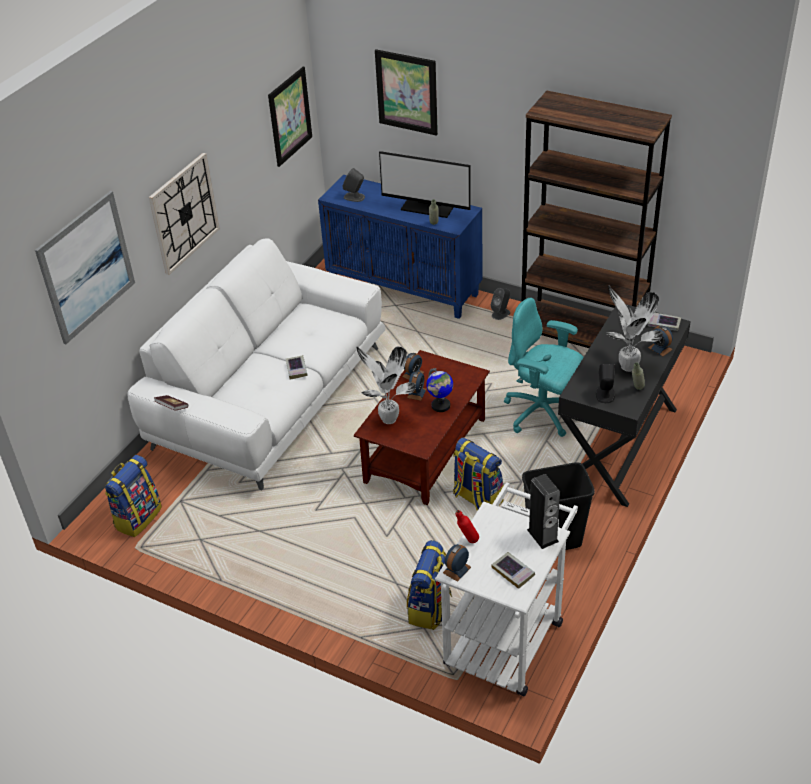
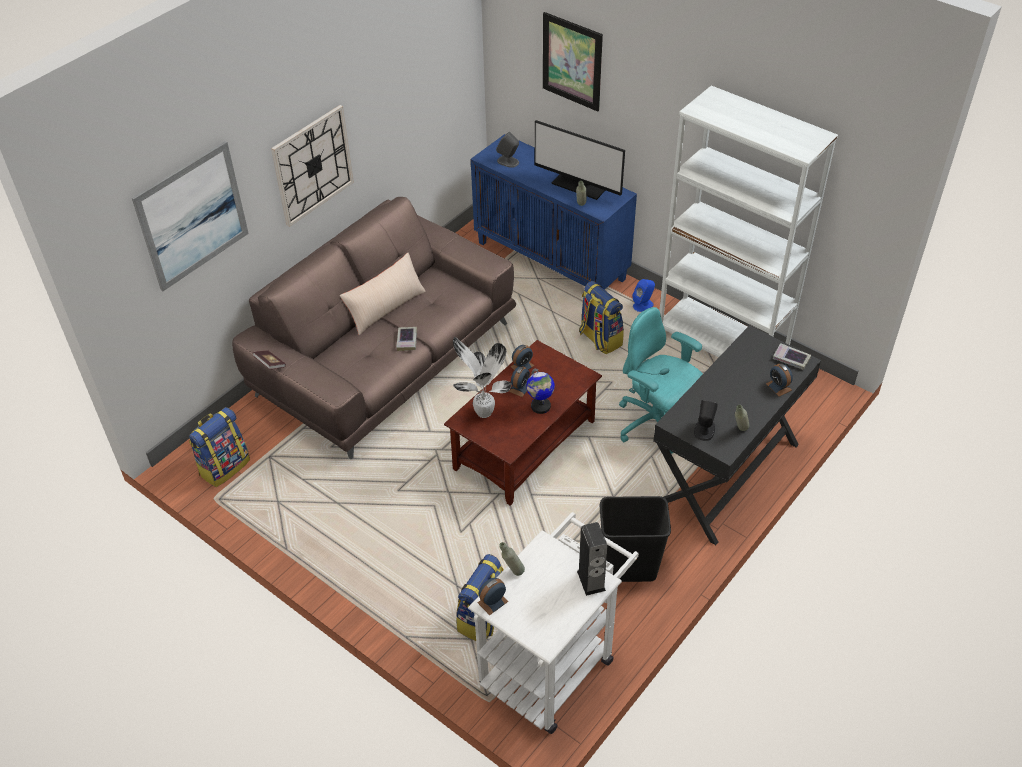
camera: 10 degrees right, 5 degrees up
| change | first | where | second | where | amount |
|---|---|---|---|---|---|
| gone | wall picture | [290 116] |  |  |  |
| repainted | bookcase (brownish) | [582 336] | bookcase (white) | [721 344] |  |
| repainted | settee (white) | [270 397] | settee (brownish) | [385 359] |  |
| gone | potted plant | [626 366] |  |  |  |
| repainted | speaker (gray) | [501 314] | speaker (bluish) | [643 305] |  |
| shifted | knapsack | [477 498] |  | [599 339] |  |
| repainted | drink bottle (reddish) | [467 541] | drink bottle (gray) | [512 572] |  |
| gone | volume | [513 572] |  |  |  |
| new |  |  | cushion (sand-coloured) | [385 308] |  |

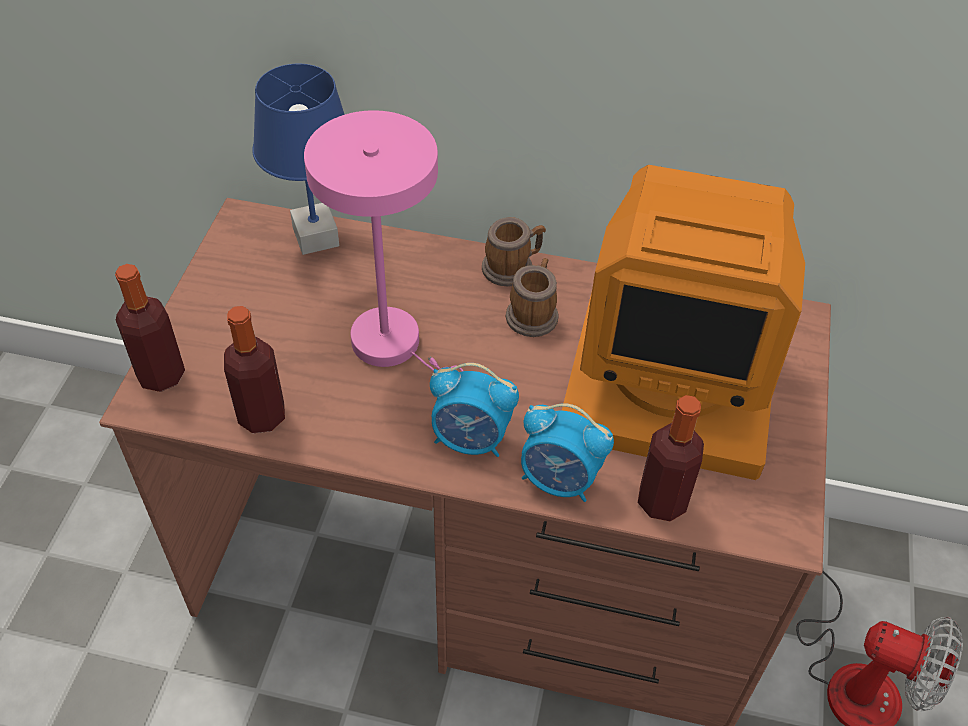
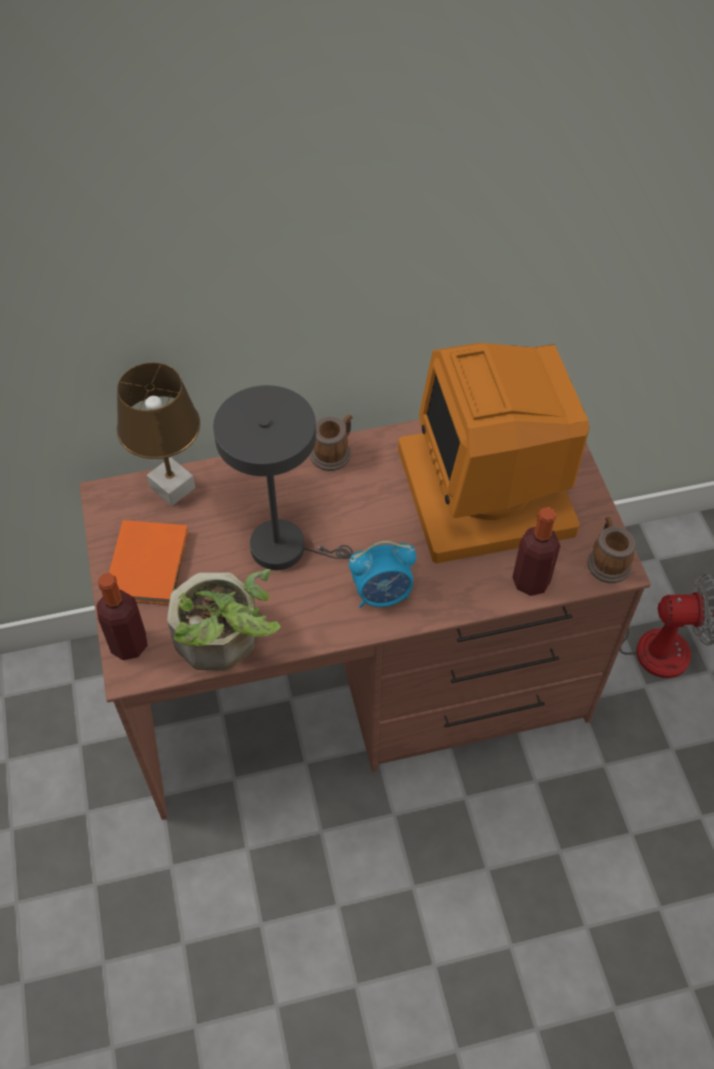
camera: 25 degrees left, 5 degrees up
| change | first | where | second | where | amount |
|---|---|---|---|---|---|
| repainted | tabletop lamp (bluish) | [316 237] | tabletop lamp (brownish) | [173 487] |  |
| repainted | tabletop lamp (pink) | [396 346] | tabletop lamp (gray) | [288 548] |  |
| rotated | computer screen | [671 377] |  | [489 491] | 90 degrees clockwise |
| shifted | coffee mug | [533 313] |  | [607 561] |  |
| swapped | drink bottle | [262 416] | potted plant | [225 642] |  |
| gone | table clock | [559 480] |  |  |  |
| new |  |  | volume (orange) | [149 563] |  |

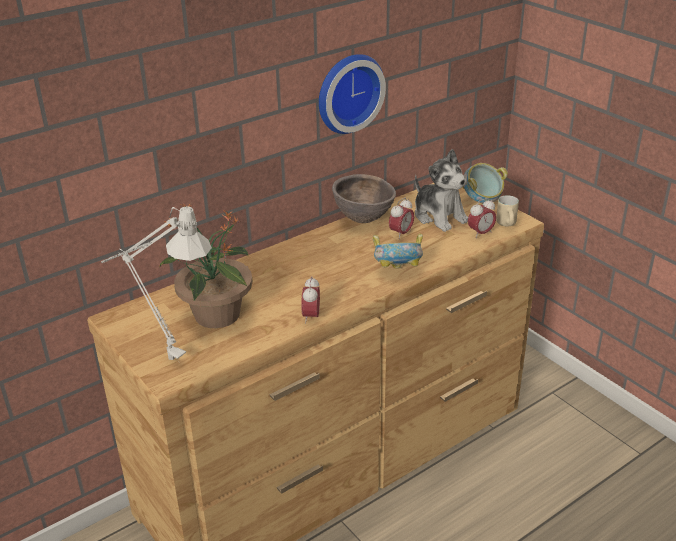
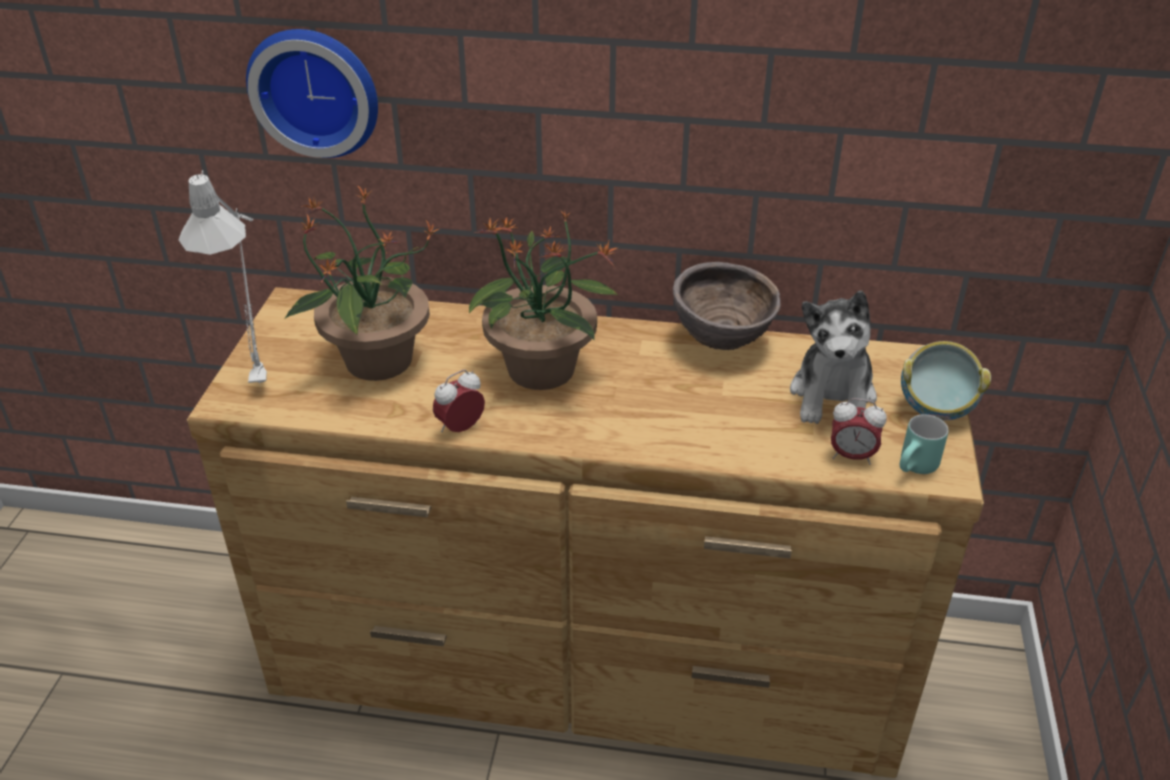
camera: 45 degrees right, 5 degrees up
| change | first | where | second | where | amount |
|---|---|---|---|---|---|
| shifted | wall clock | [347 92] |  | [316 90] |  |
| repainted | coffee mug (sand-coloured) | [508 225] | coffee mug (blue-green) | [916 469] |  |
| gone | table clock | [401 233] |  |  |  |
| gone | bowl | [398 271] |  |  |  |
| new |  |  | potted plant | [542 371] |  |

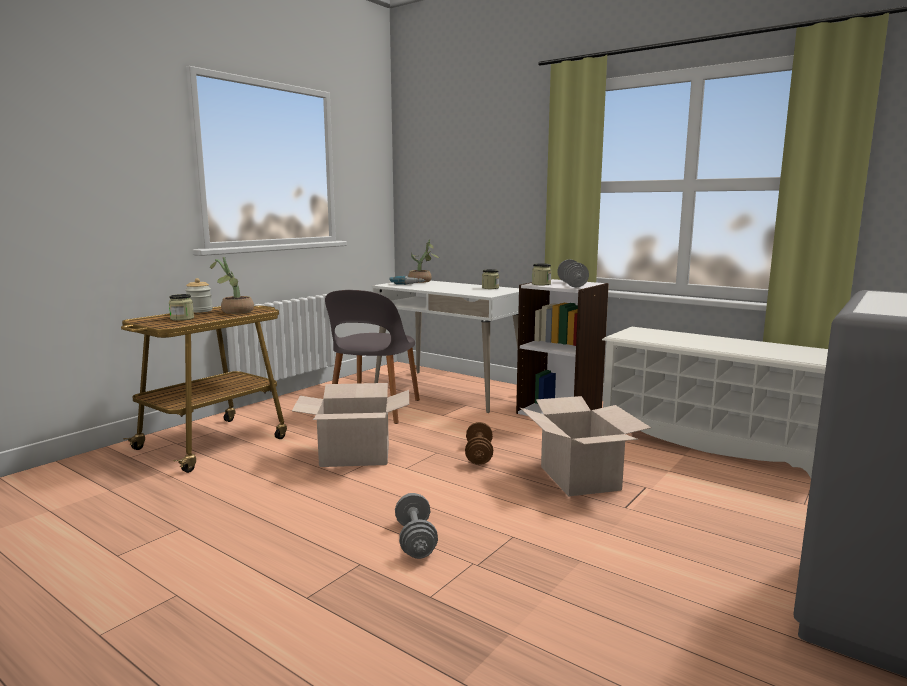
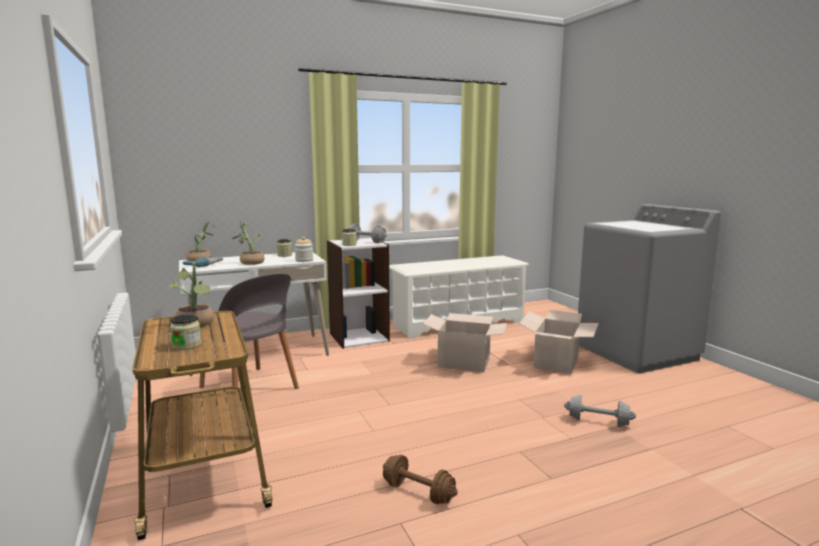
camera: 60 degrees left, 0 degrees up
| change | first | where | second | where | amount |
|---|---|---|---|---|---|
| shifted | jar | [199 311] |  | [304 260] |  |
| shifted | carton | [355 455] |  | [555 362] |  |
| shifted | hand weight (brownish) | [479 455] |  | [418 492] |  |
| shifted | hand weight (gray) | [415 540] |  | [598 422] |  |
| new |  |  | potted plant | [250 262] |  |

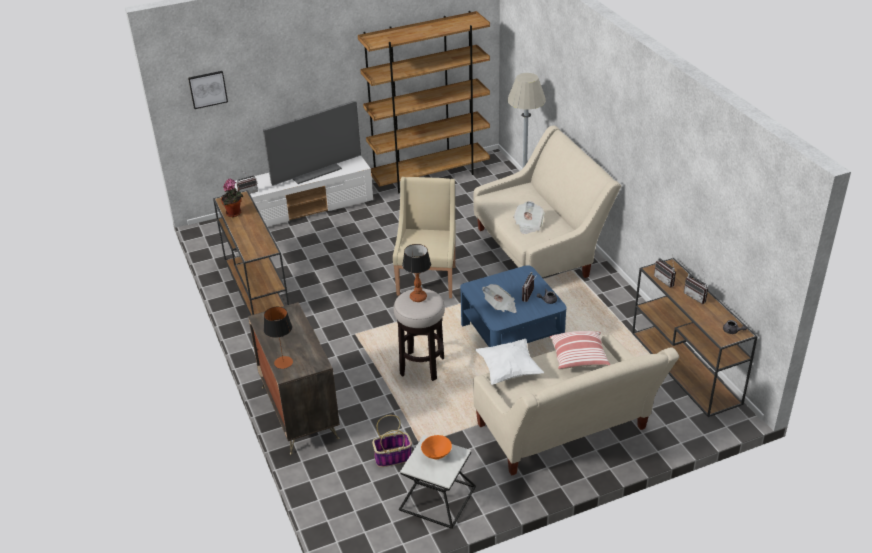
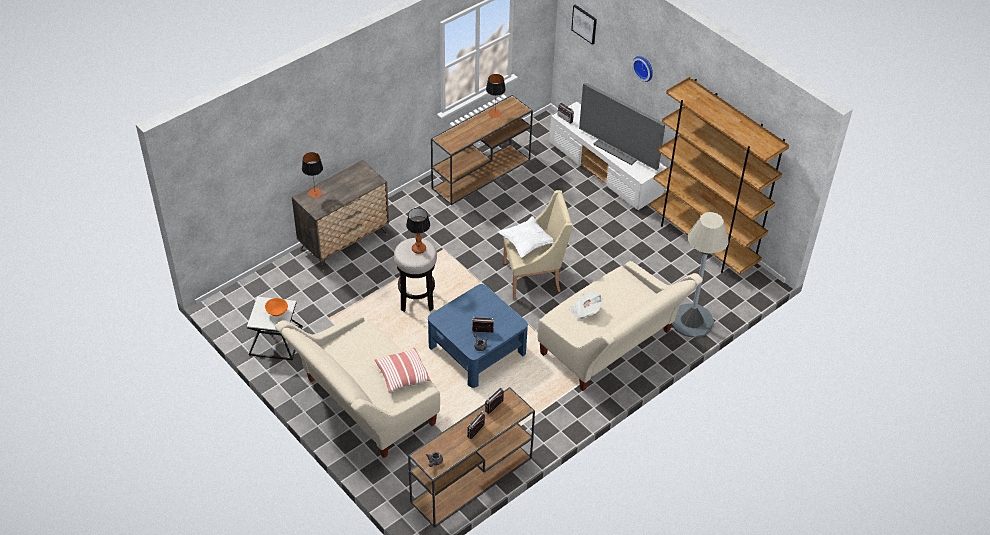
camera: 70 degrees right, 10 degrees up
| change | first | where | second | where | amount |
|---|---|---|---|---|---|
| swapped | potted plant | [234 213] | tabletop lamp | [495 113] |  |
| gone | daily paper | [500 306] |  |  |  |
| shifted | cushion (white) | [508 370] |  | [526 243] |  |
| gone | storage basket | [393 457] |  |  |  |
| new |  |  | wall clock | [644 67] |  |

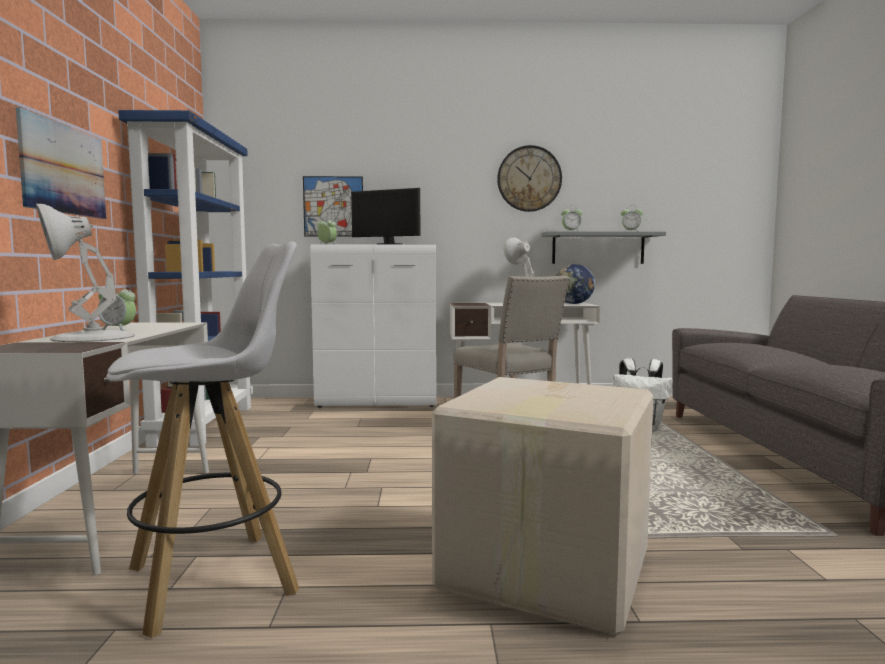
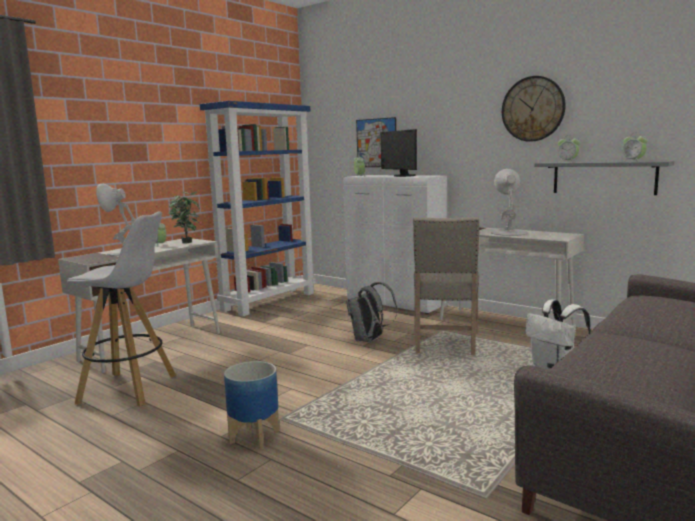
camera: 40 degrees right, 5 degrees up
| change | first | where | second | where | amount |
|---|---|---|---|---|---|
| gone | wall picture | [64 169] |  |  |  |
| gone | globe | [573 303] |  |  |  |
| swapped | carton | [542 568] | planter | [253 437] |  |
| new |  |  | potted plant | [186 242] |  |
| new |  |  | knapsack (gray) | [369 340] |  |

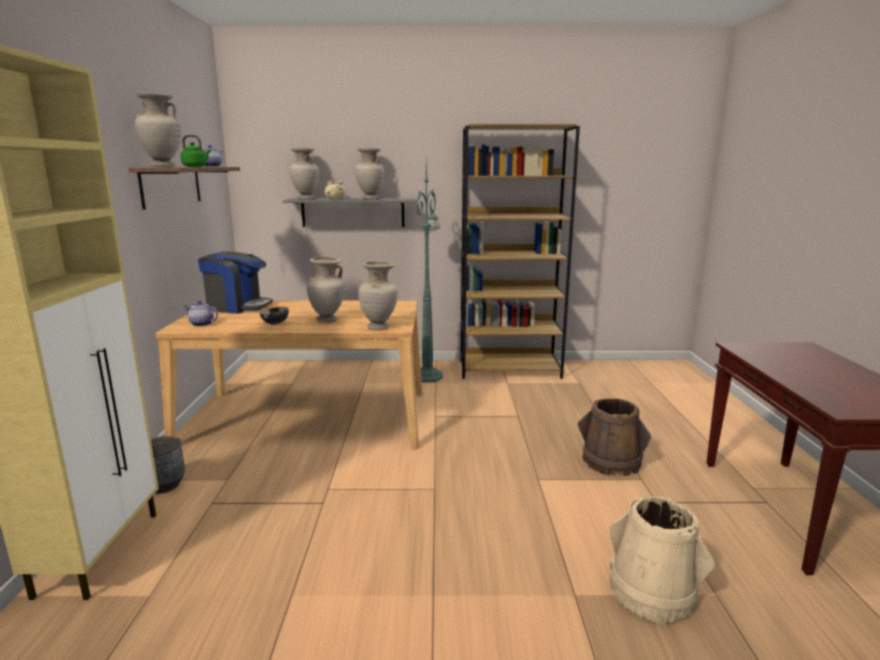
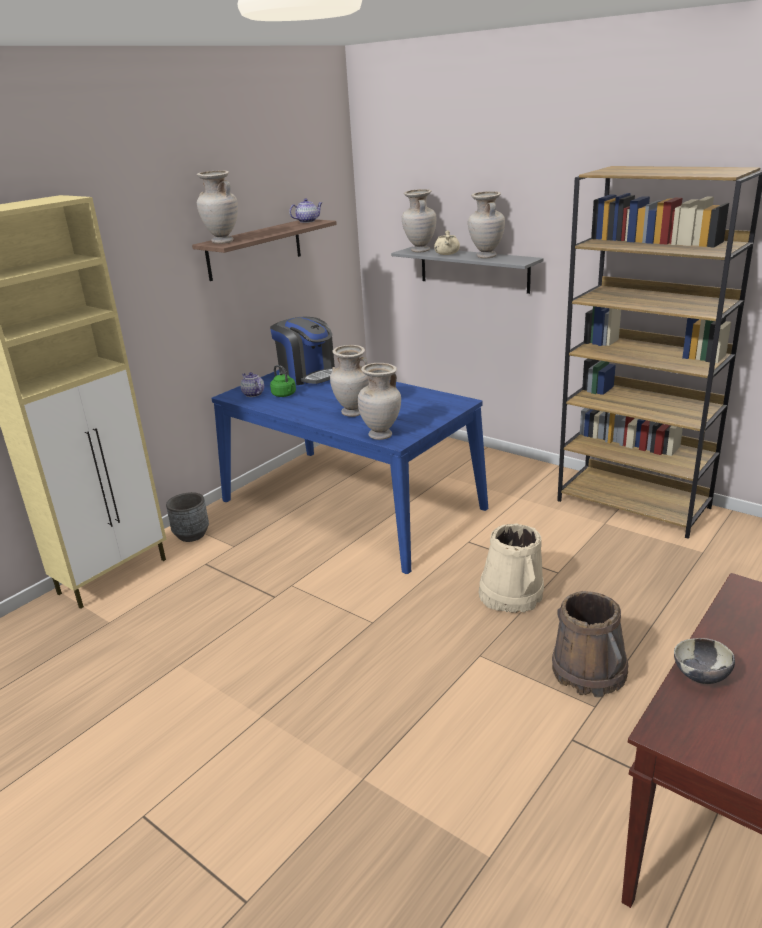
camera: 40 degrees right, 10 degrees up
| change | first | where | second | where | amount |
|---|---|---|---|---|---|
| shifted | water kettle (green) | [196 166] |  | [285 395] |  |
| gone | standing lamp (green) | [428 376] |  |  |  |
| repainted | dinner table (sand-coloured) | [307 418] | dinner table (bluish) | [351 504] |  |
| shifted | bowl | [275 324] |  | [700 676] |  |
| shifted | water bucket (sand-coloured) | [651 592] |  | [511 594] |  |

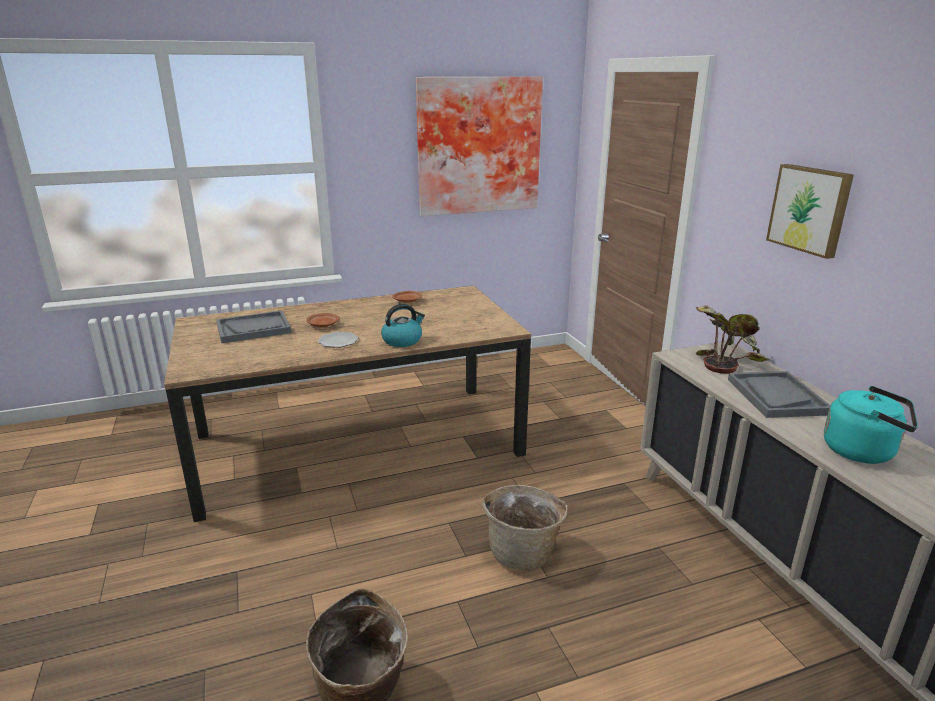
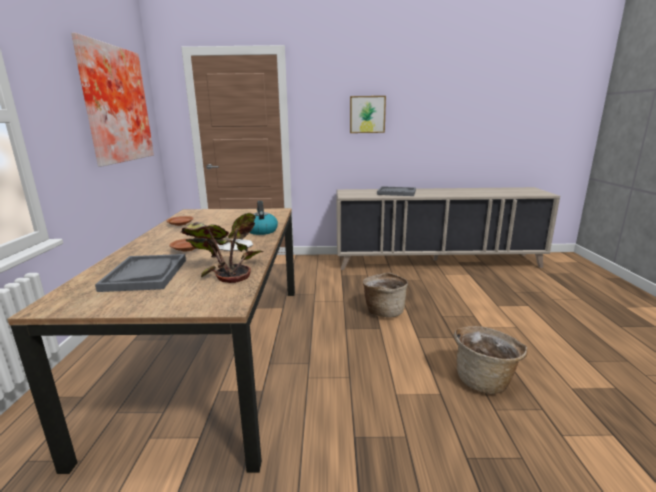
camera: 70 degrees left, 5 degrees down
| change | first | where | second | where | amount |
|---|---|---|---|---|---|
| shifted | potted plant | [724 359] |  | [223 270] |  |
| gone | water kettle (blue-green) | [863 451] |  |  |  |

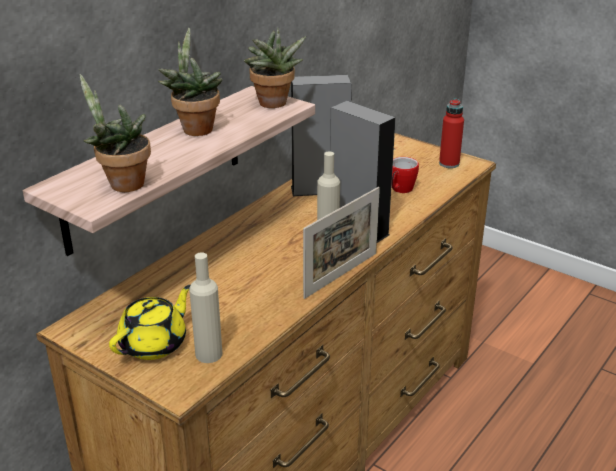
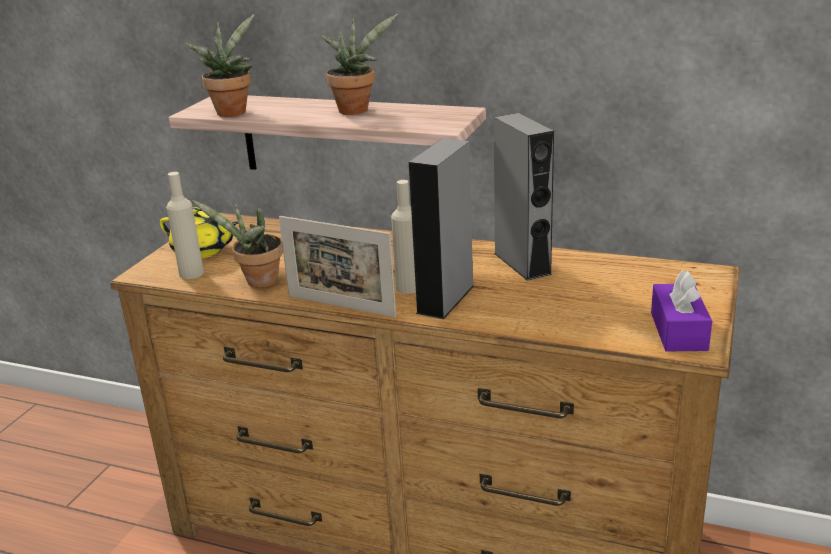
camera: 75 degrees right, 5 degrees down
| change | first | where | second | where | amount |
|---|---|---|---|---|---|
| shifted | potted plant | [273 105] |  | [257 282] |  |
| swapped | drink bottle (reddish) | [449 163] | box of tissues (purplish) | [678 331] |  |
| gone | coffee mug | [400 190] |  |  |  |

